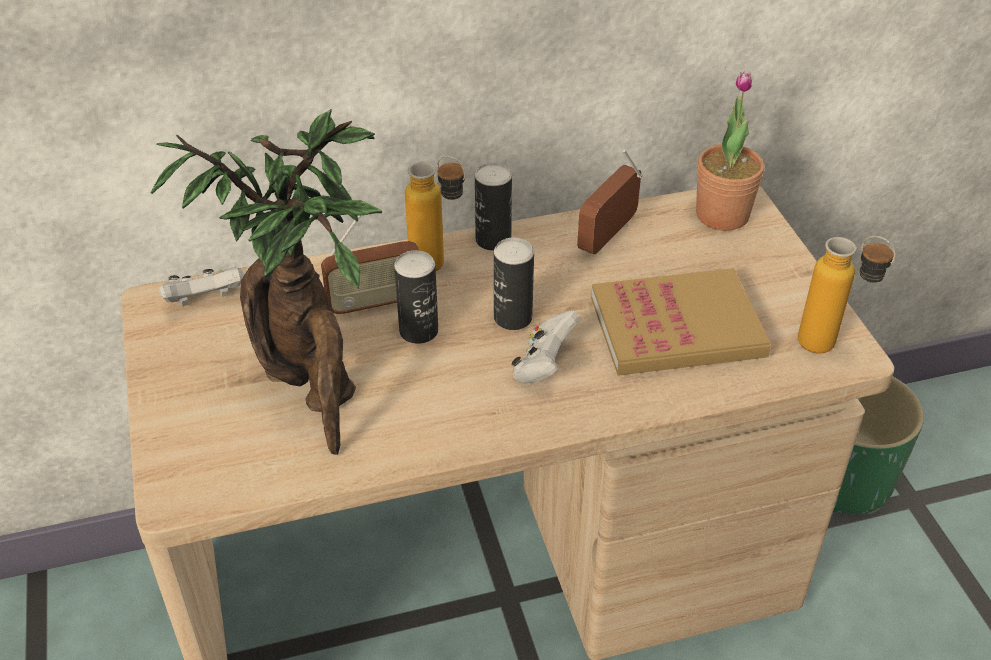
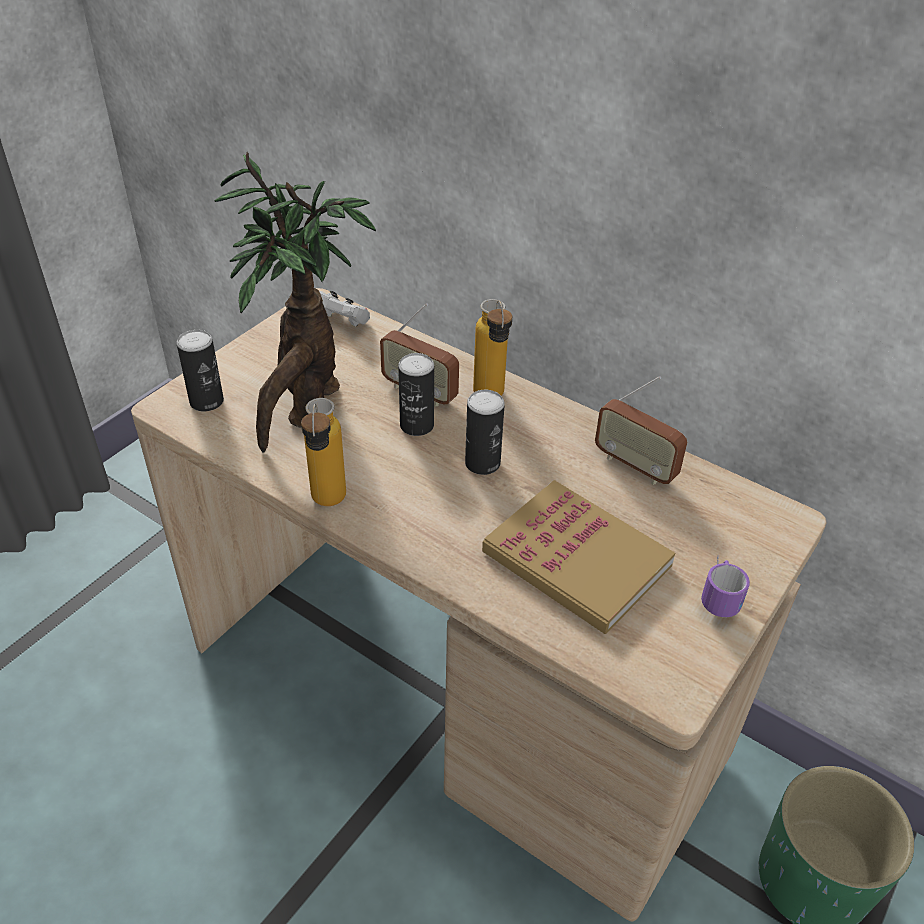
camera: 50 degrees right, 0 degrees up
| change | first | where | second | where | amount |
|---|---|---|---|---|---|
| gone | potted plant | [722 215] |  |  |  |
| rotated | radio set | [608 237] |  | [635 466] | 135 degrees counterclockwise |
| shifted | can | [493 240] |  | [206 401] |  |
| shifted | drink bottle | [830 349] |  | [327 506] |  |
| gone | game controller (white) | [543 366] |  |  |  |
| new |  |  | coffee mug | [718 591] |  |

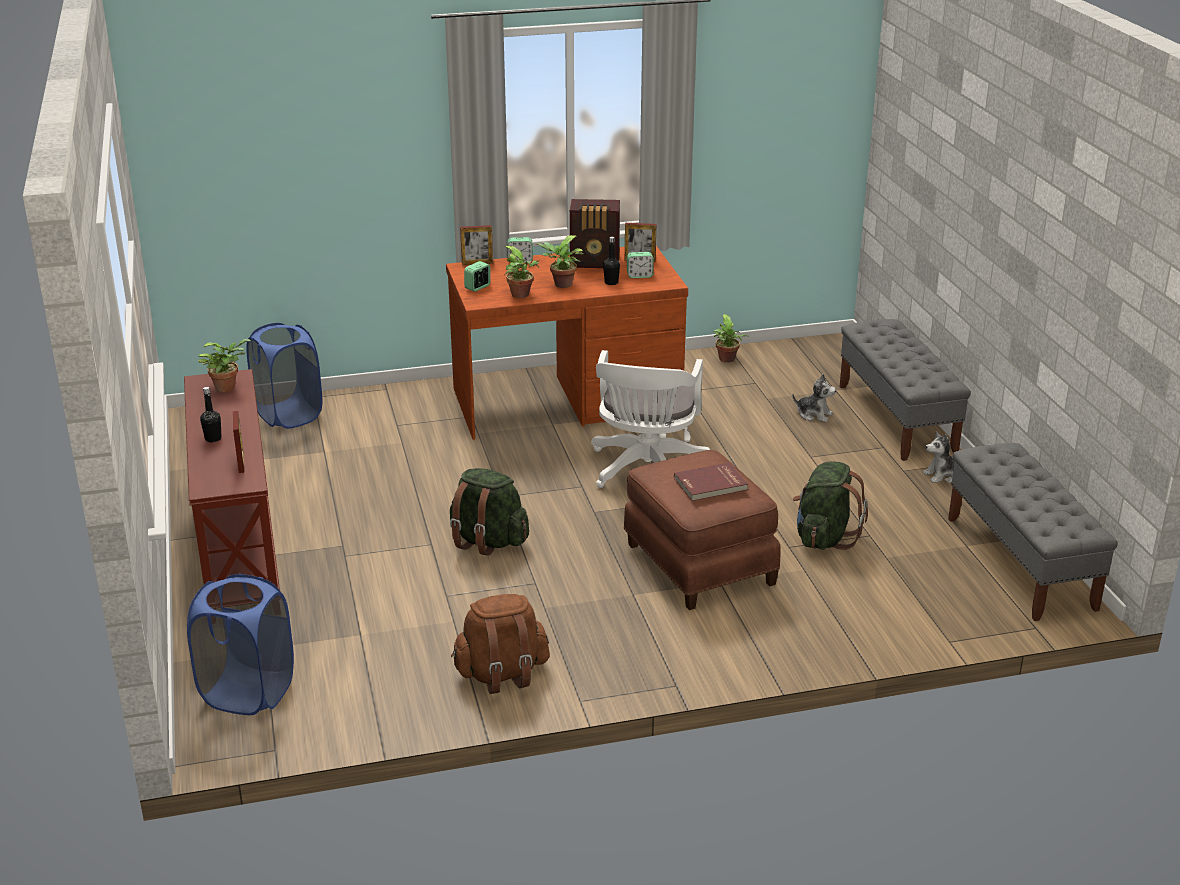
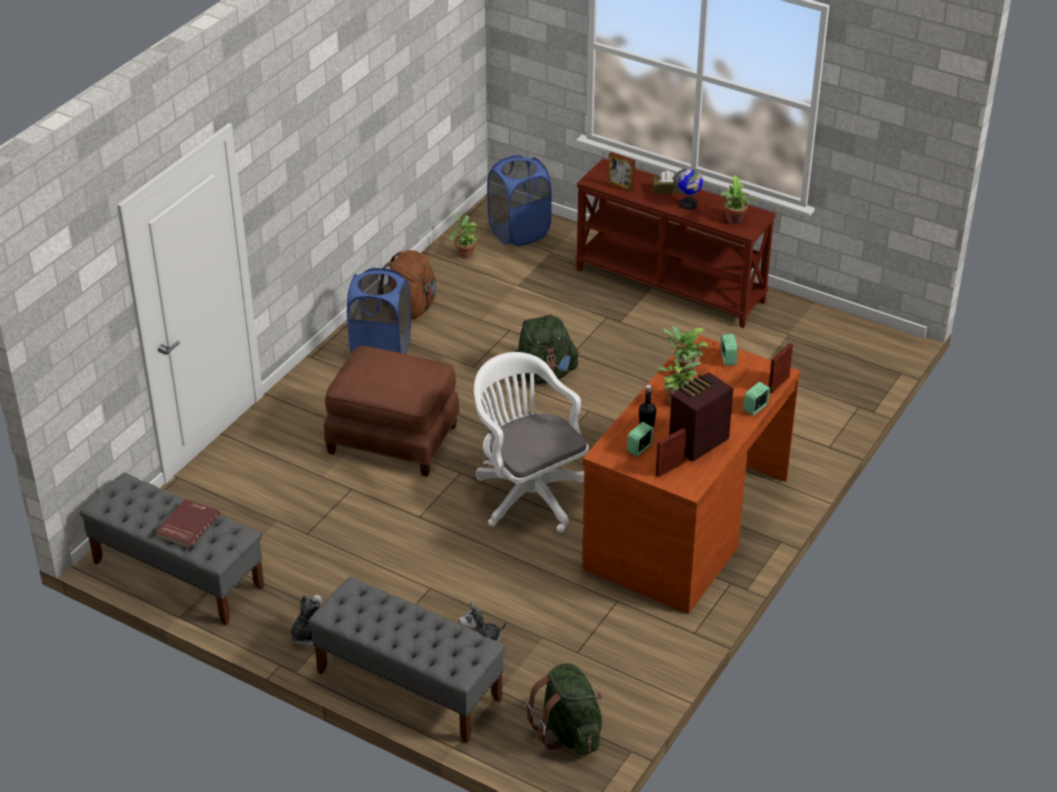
camera: 135 degrees right, 10 degrees up
| change | first | where | second | where | amount |
|---|---|---|---|---|---|
| shifted | potted plant | [727 360] |  | [464 253] |  |
| shifted | washing basket (bluish) | [288 415] |  | [381 349] |  |
| swapped | drink bottle (black) | [213 438] | box of tissues (brownish) | [666 190] |  |
| shifted | knapsack (green) | [824 537] |  | [569 732] |  |
| shifted | volume (reddish) | [711 485] |  | [187 525] |  |
| new |  |  | globe | [688 204] |  |

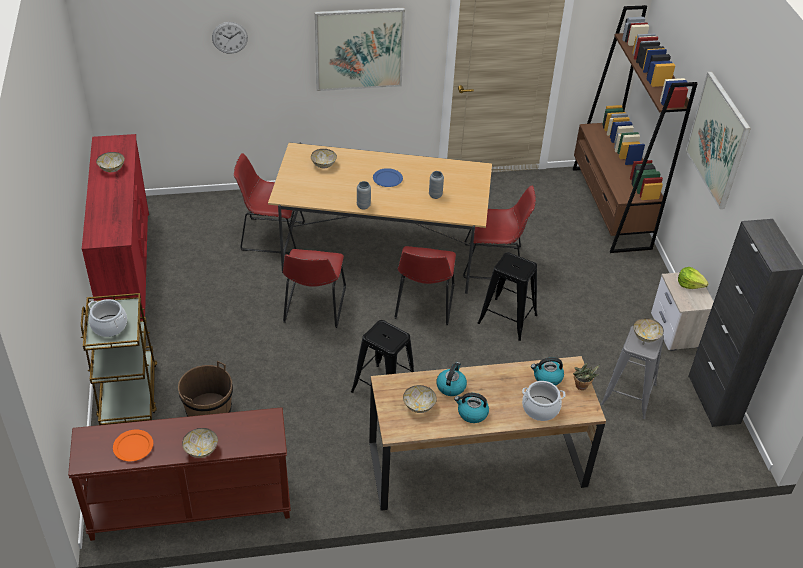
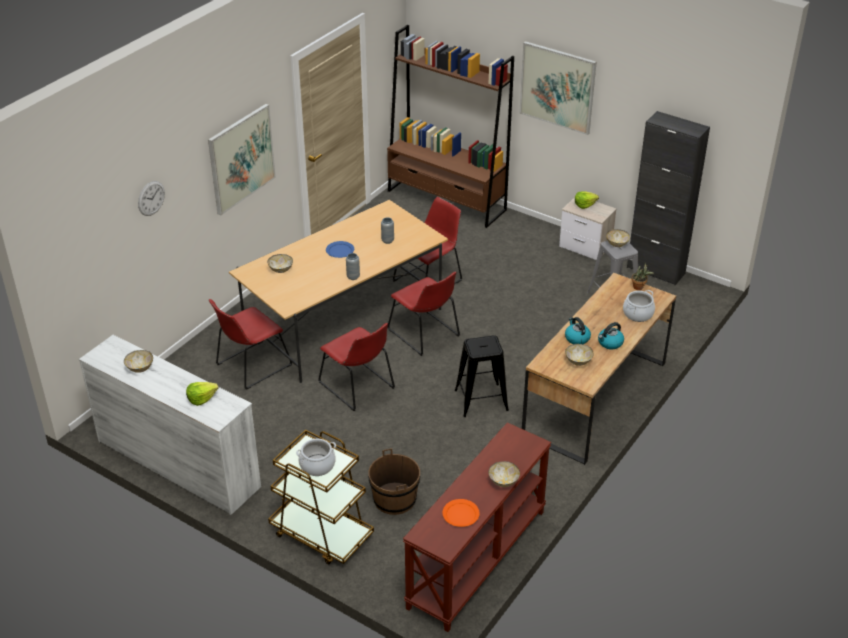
camera: 45 degrees left, 5 degrees down
| change | first | where | second | where | amount |
|---|---|---|---|---|---|
| repainted | chest of drawers (reddish) | [127 269] | chest of drawers (white) | [178 463] |  |
| gone | sitting stool (black) | [507 319] |  |  |  |
| gone | water kettle | [547 377] |  |  |  |
| new |  |  | lettuce | [201 398] |  |

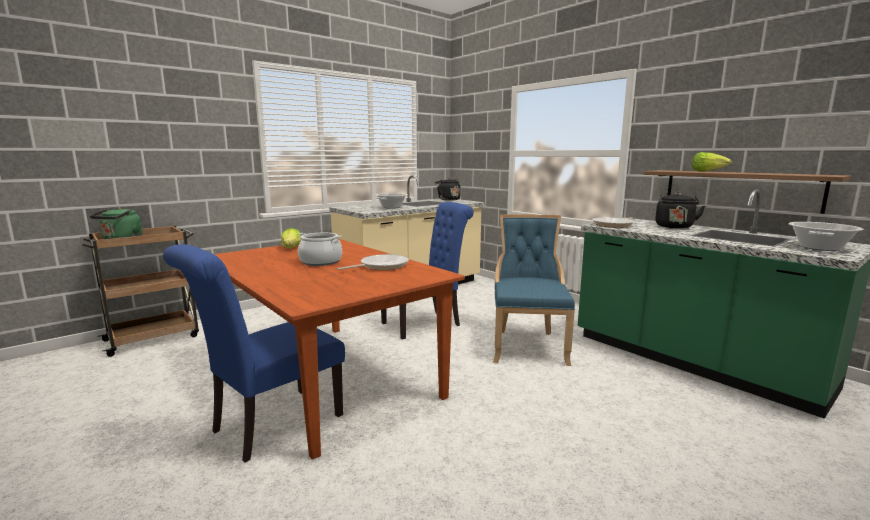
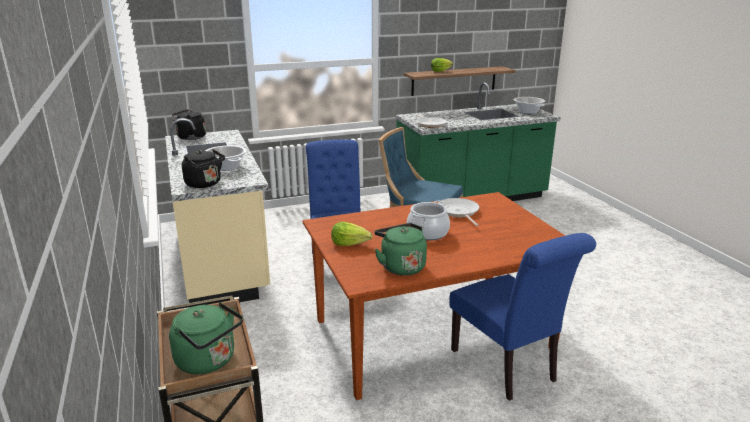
camera: 70 degrees left, 10 degrees up
| change | first | where | second | where | amount |
|---|---|---|---|---|---|
| shifted | water kettle (black) | [674 227] |  | [205 184] |  |
| new |  |  | water kettle (green) | [401 266] |  |

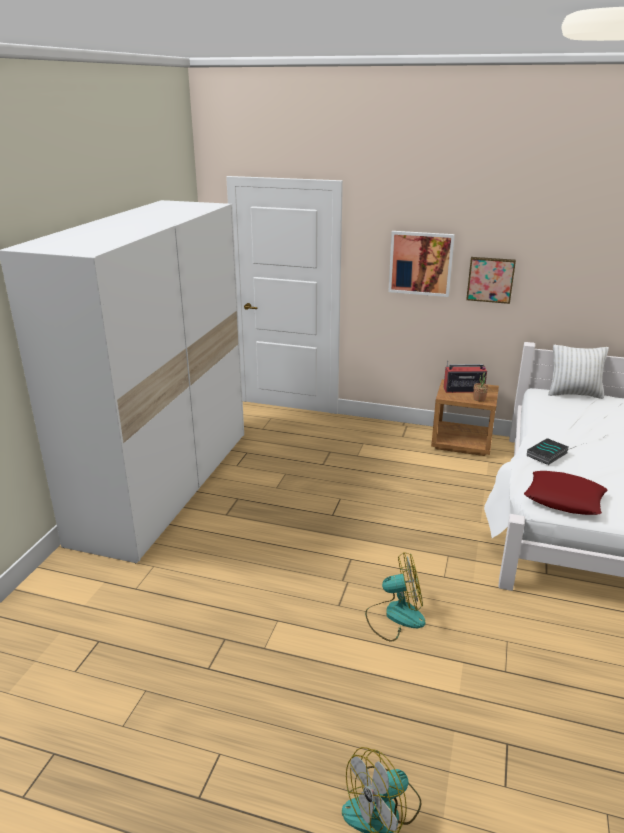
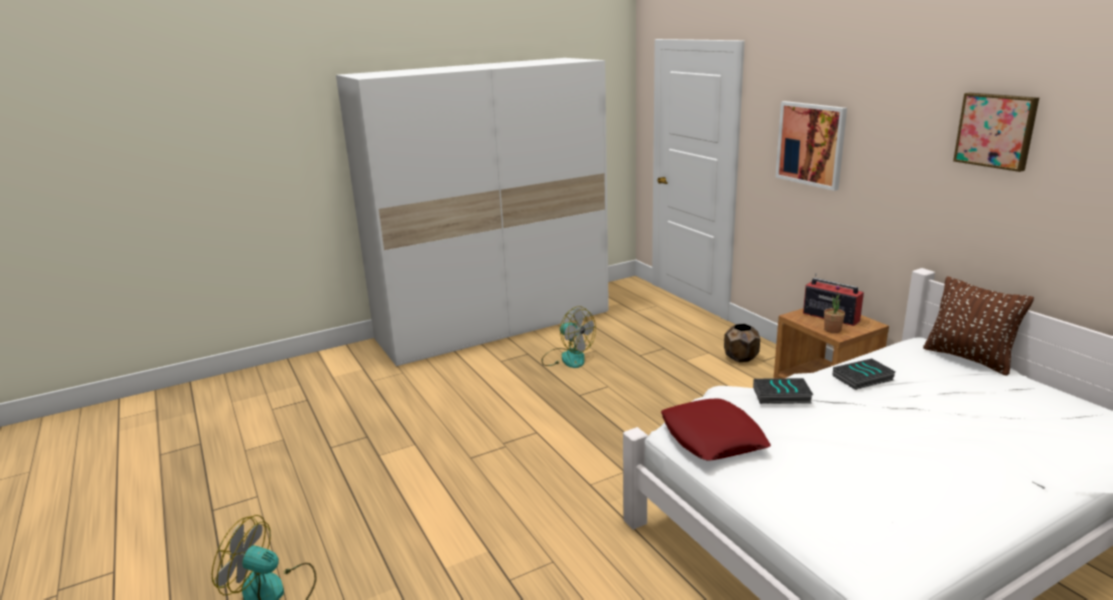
camera: 45 degrees right, 5 degrees down
| change | first | where | second | where | amount |
|---|---|---|---|---|---|
| shifted | wall picture | [490 279] |  | [996 130] |  |
| repainted | cushion (white) | [574 394] | cushion (brownish) | [968 358] |  |
| shifted | cooling fan | [395 616] |  | [567 357] |  |
| new |  |  | planter (brownish) | [740 358] |  |
| new |  |  | volume | [863 378] |  |

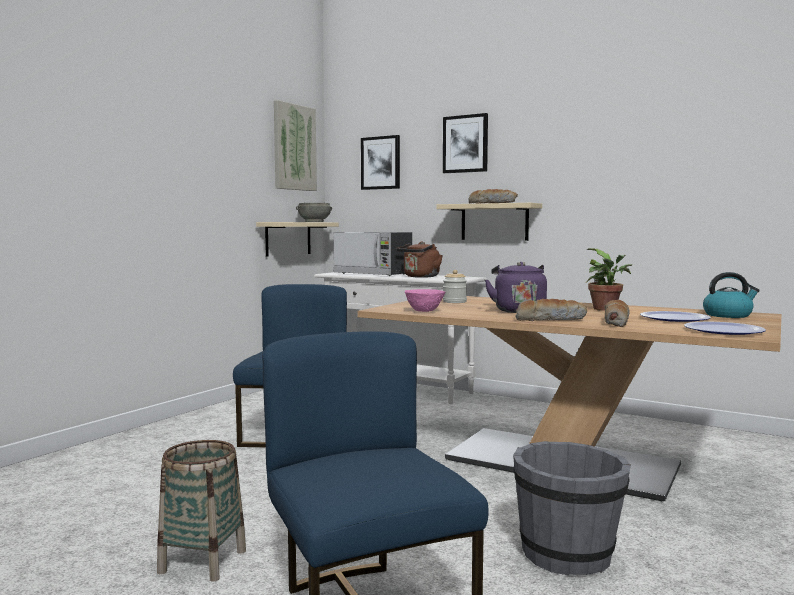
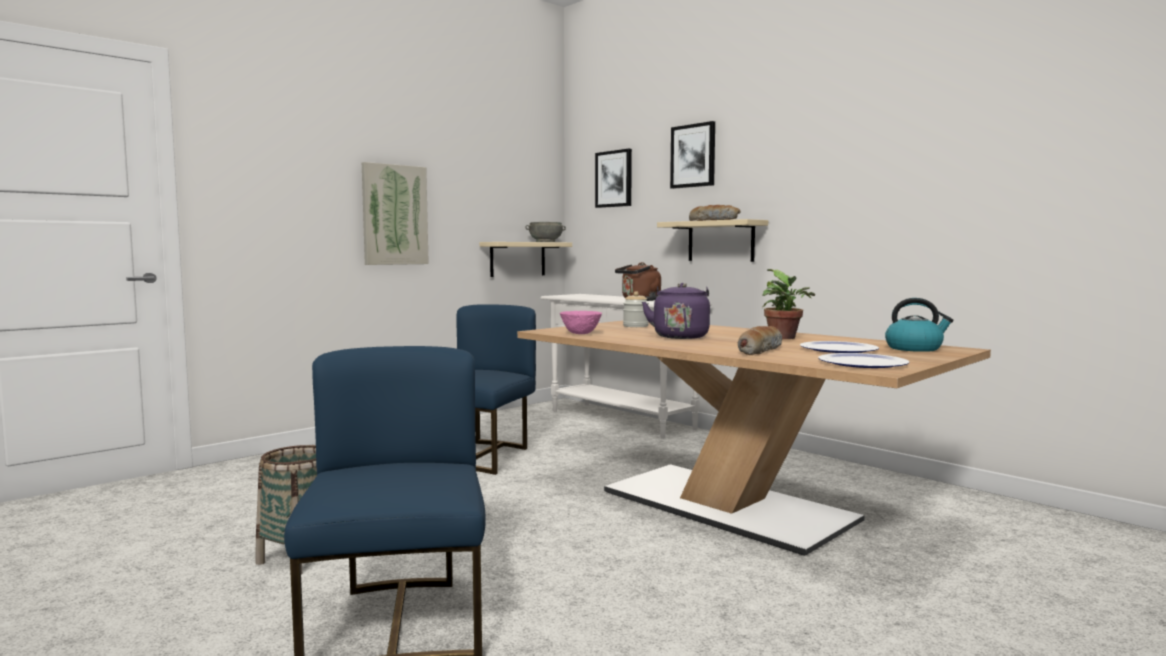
camera: 15 degrees right, 0 degrees up
| change | first | where | second | where | amount |
|---|---|---|---|---|---|
| shifted | wall picture | [294 147] |  | [394 215] |  |
| gone | kitchen microwave | [373 274] |  |  |  |
| gone | bakery bread | [550 319] |  |  |  |
| gone | water bucket (gray) | [568 554] |  |  |  |

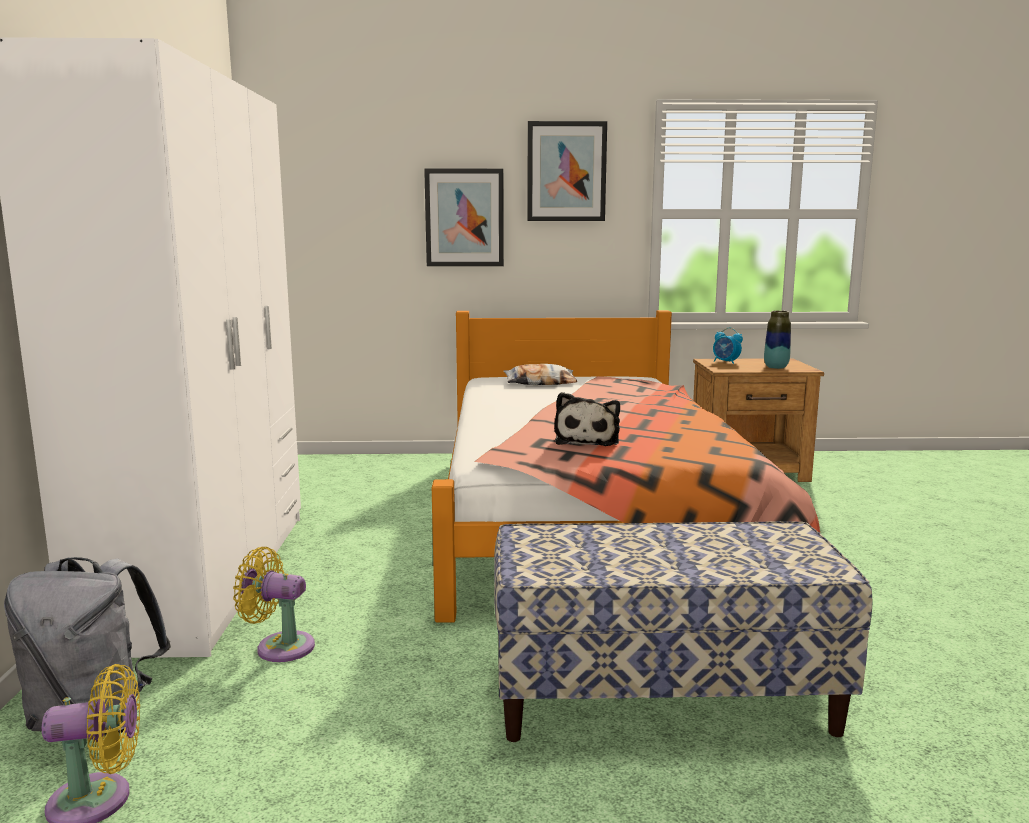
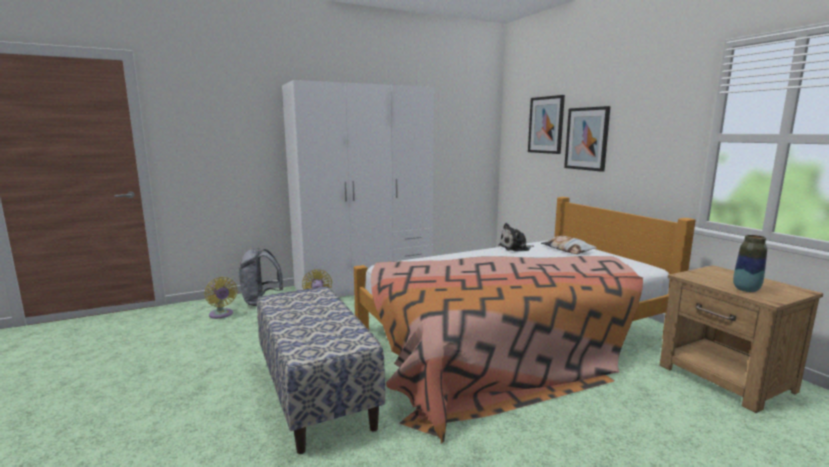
camera: 65 degrees right, 0 degrees up
| change | first | where | second | where | amount |
|---|---|---|---|---|---|
| shifted | wall picture | [566 172] |  | [546 125] |  |
| gone | table clock | [726 362] |  |  |  |
| shifted | plush toy | [587 440] |  | [515 248] |  |

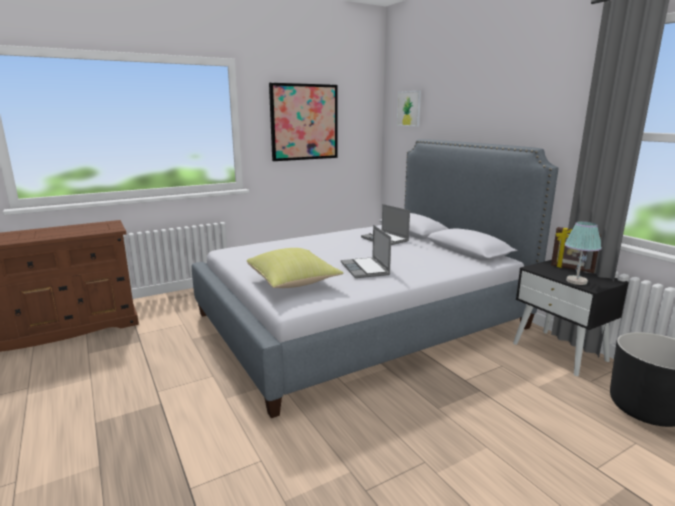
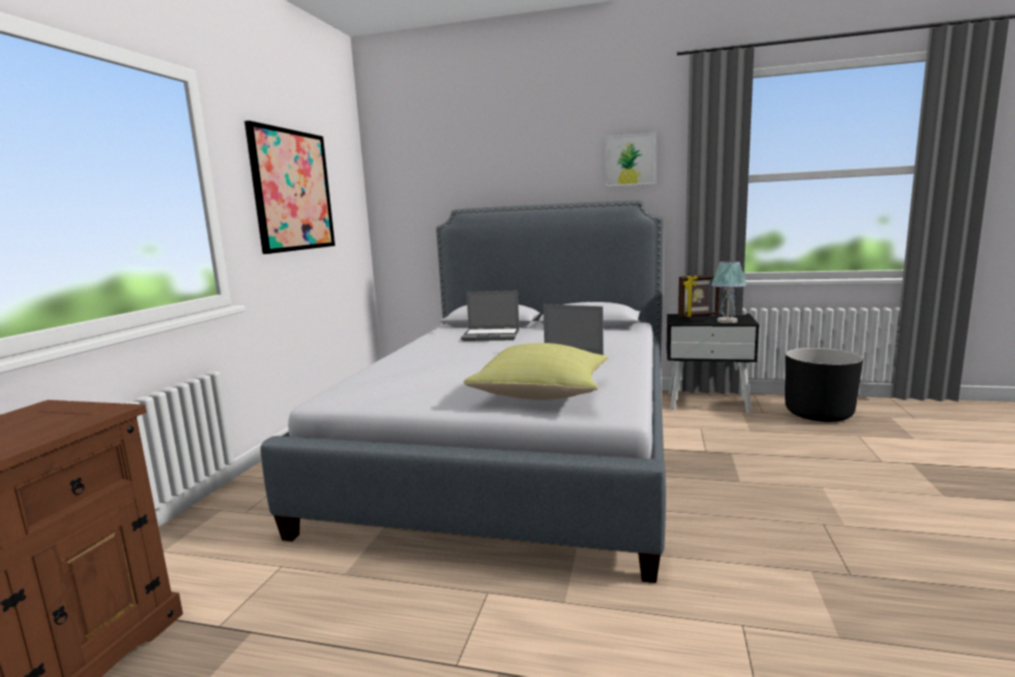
camera: 45 degrees left, 5 degrees down
| change | first | where | second | where | amount |
|---|---|---|---|---|---|
| shifted | wall picture | [409 108] |  | [629 160] |  |

